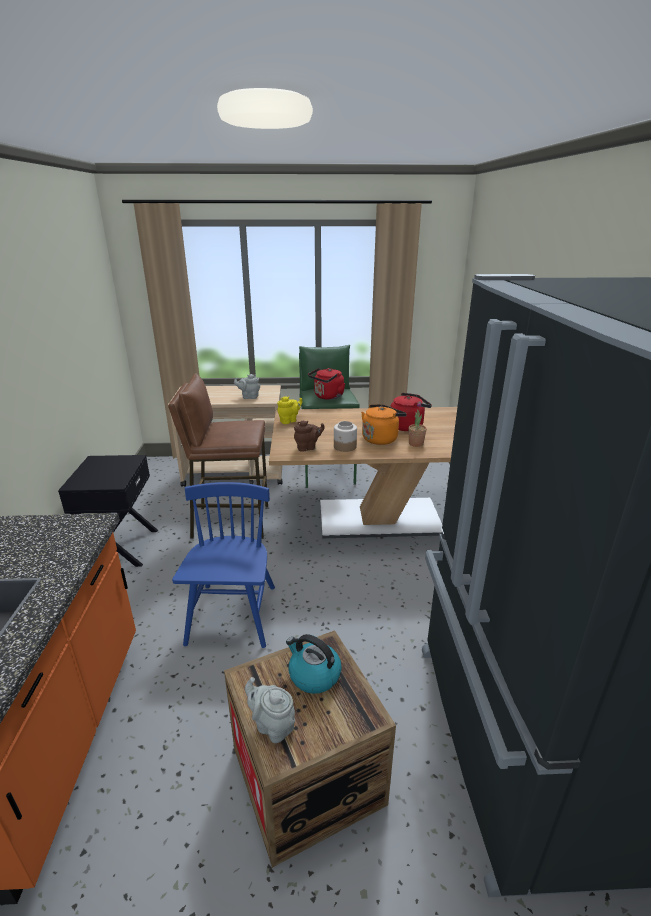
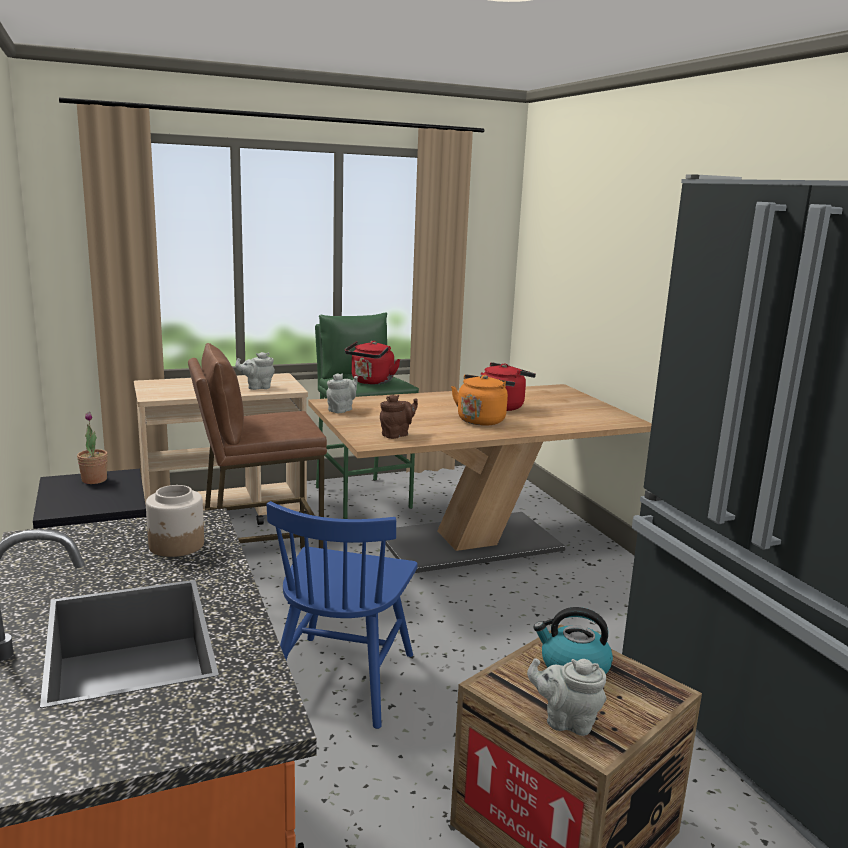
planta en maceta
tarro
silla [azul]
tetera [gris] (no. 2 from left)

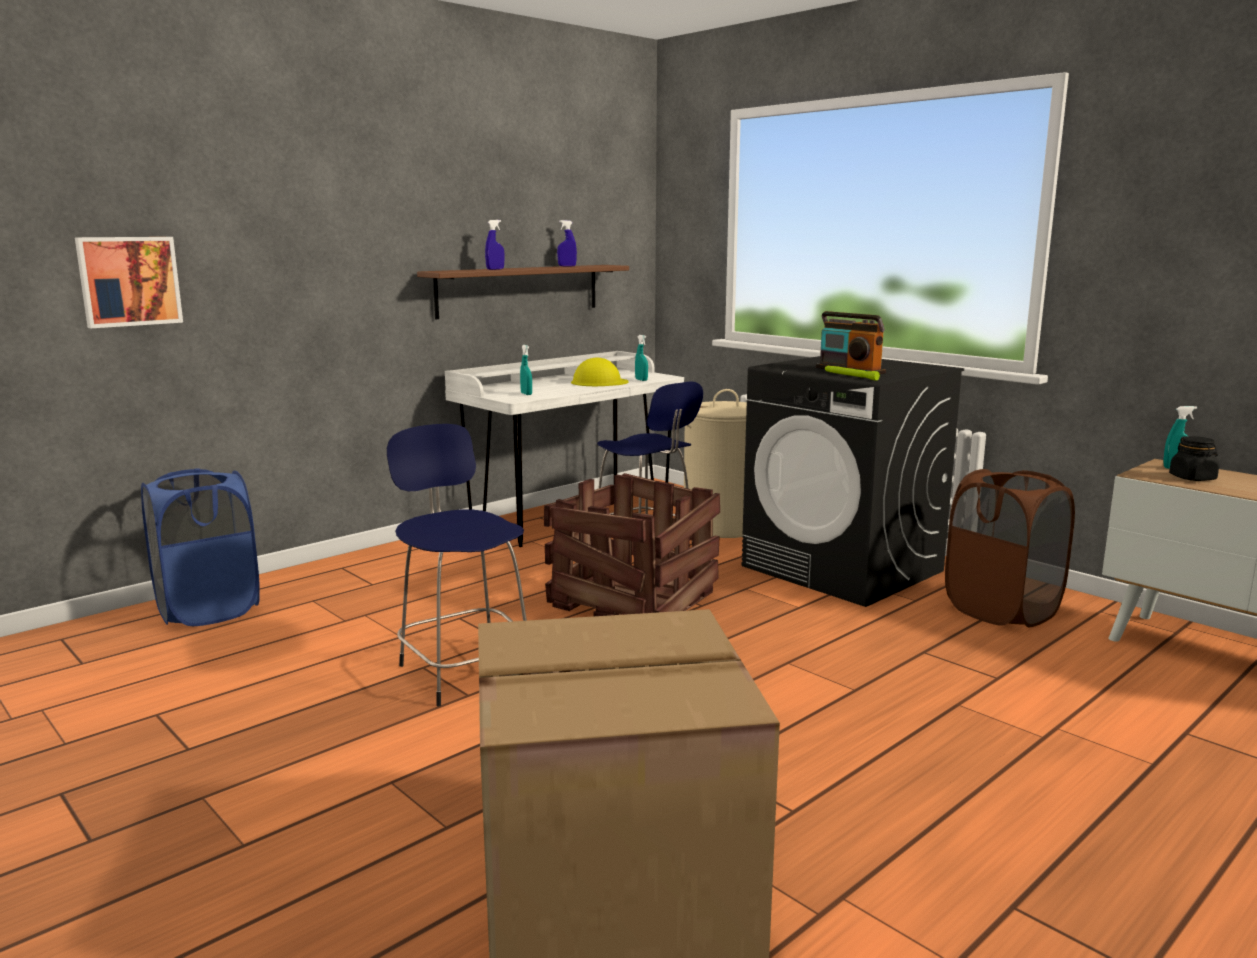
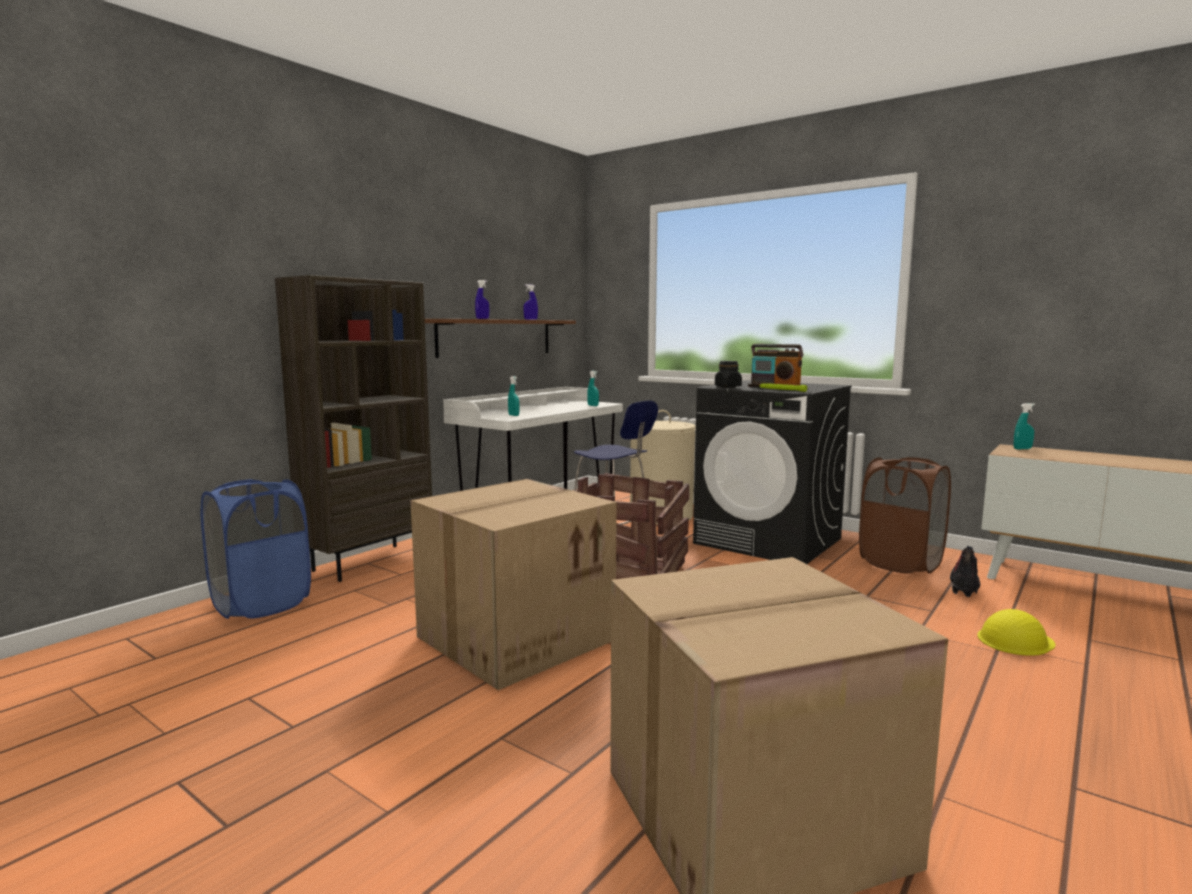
estantería [marrón]
caja de cartón (no. 1 from left)
tarro [negro]
bota
casco [amarillo]
cuadro

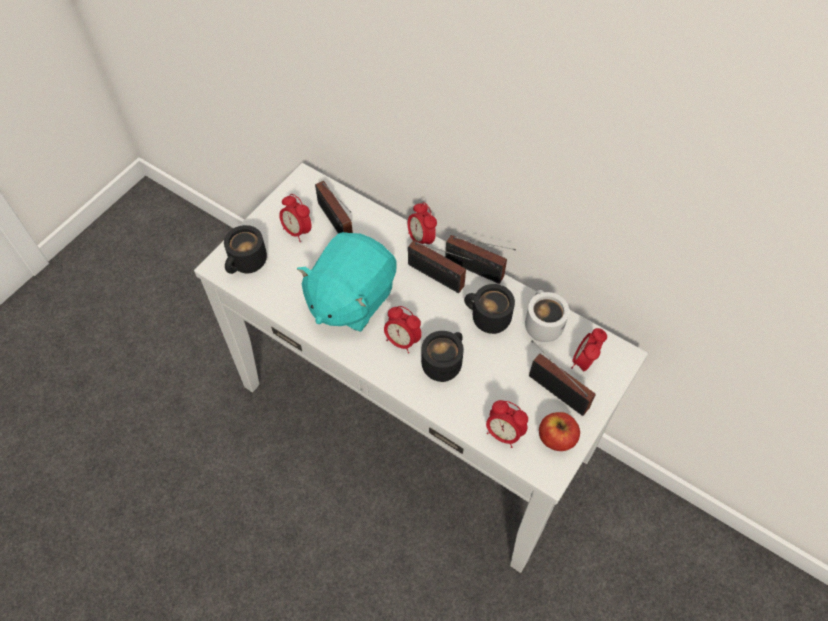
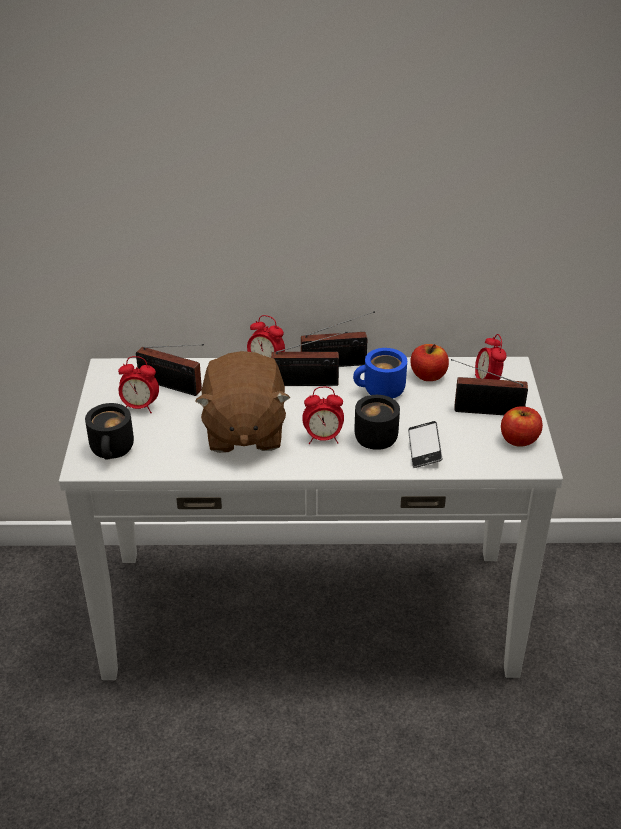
peluche [marrón]
taza grande [azul]
móvil
manzana (no. 1 from left)
despertador (no. 4 from left in the first image)

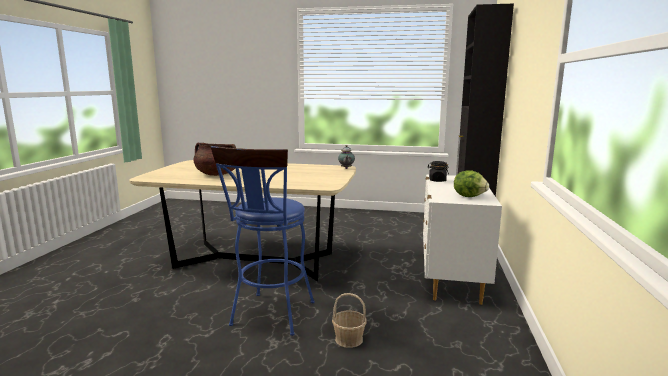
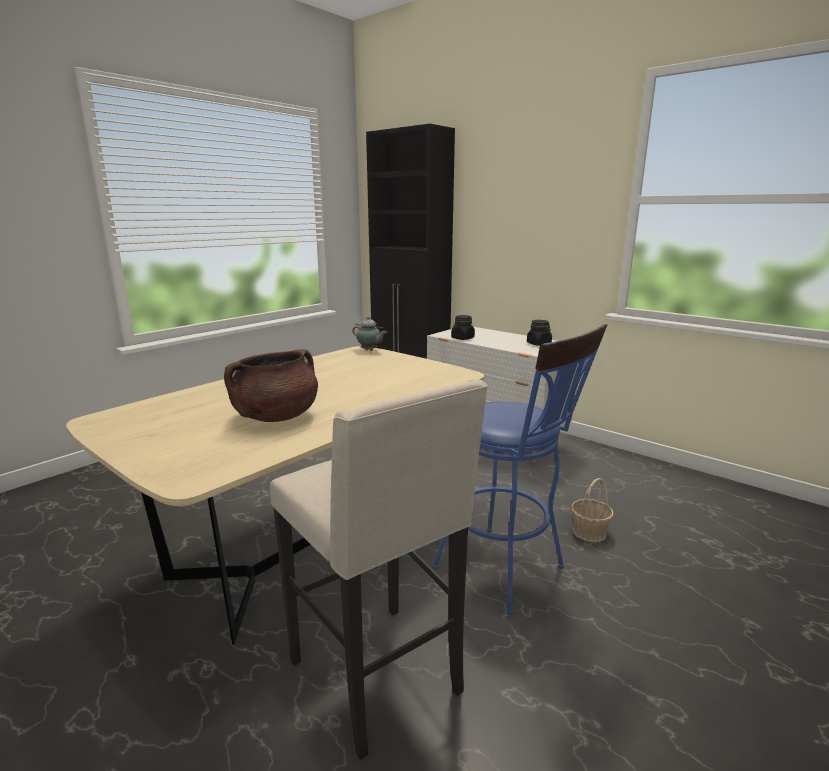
taburete [beis]
tarro [negro] (no. 2 from left)

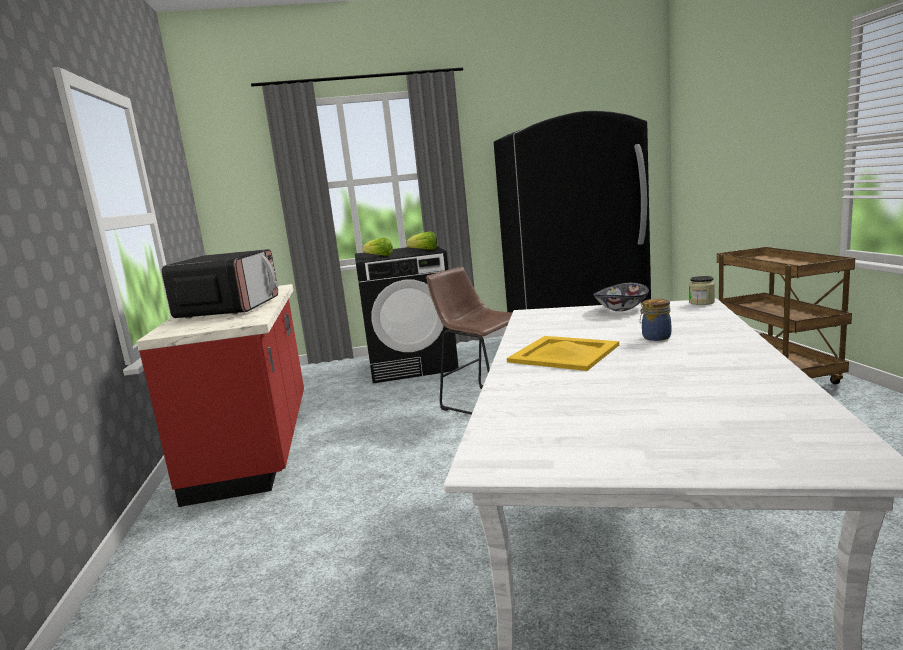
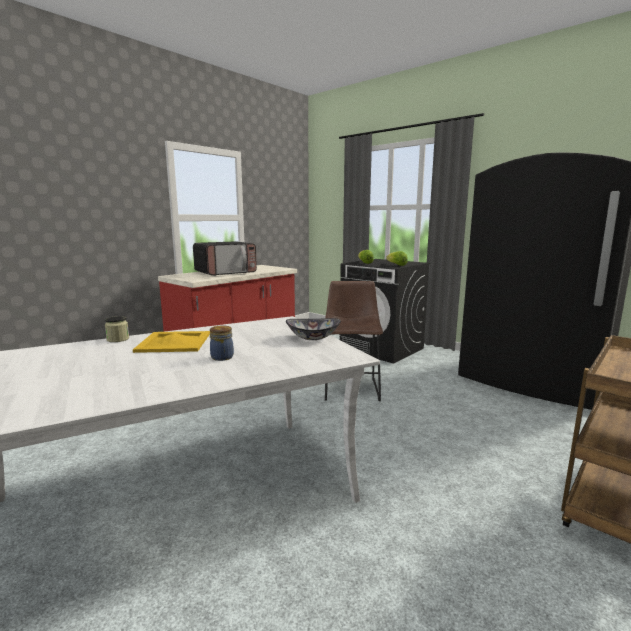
tarro (no. 1 from left)

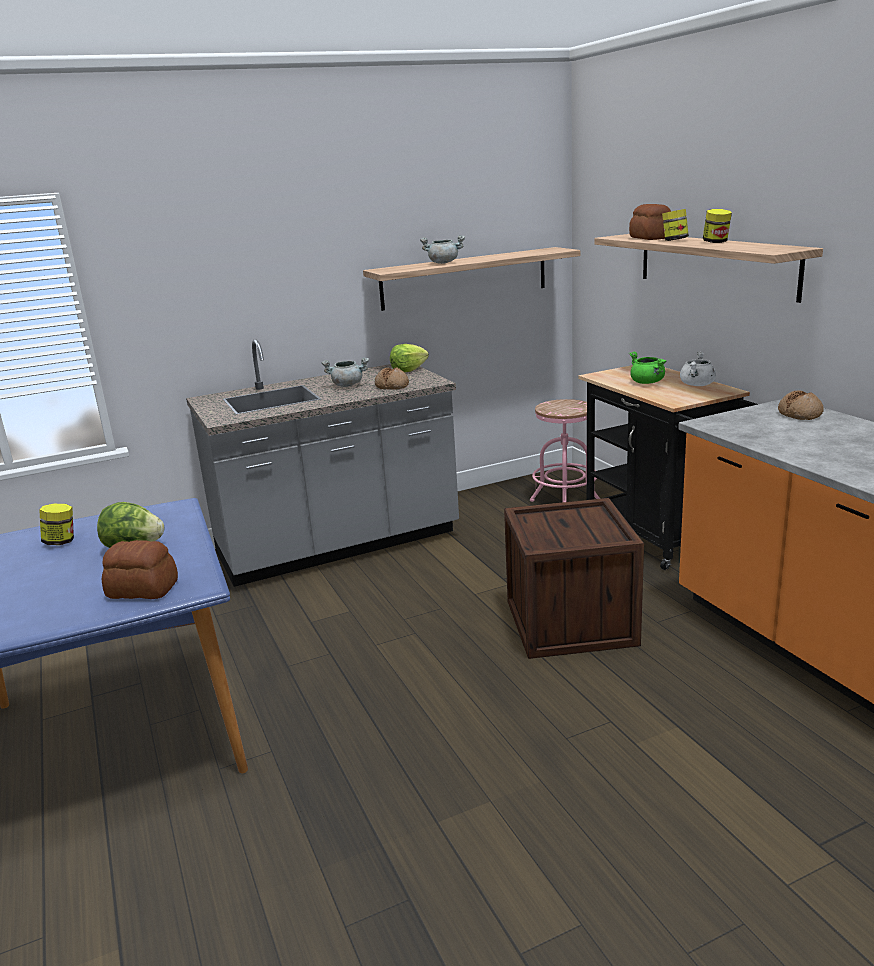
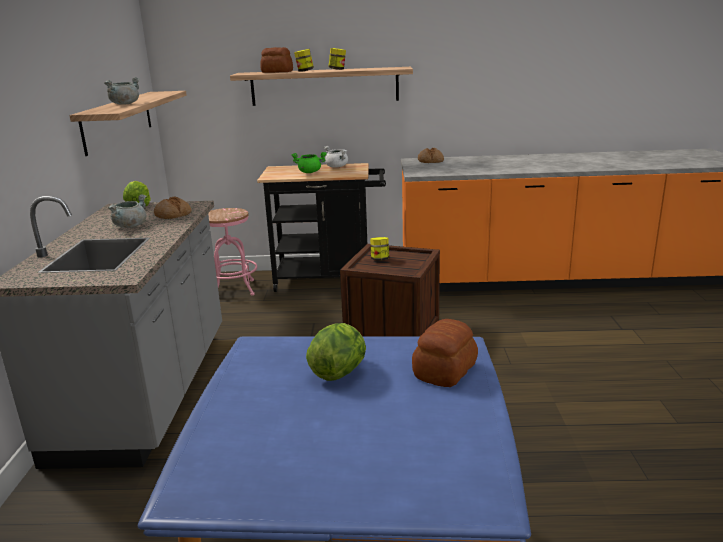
tarro (no. 3 from left)

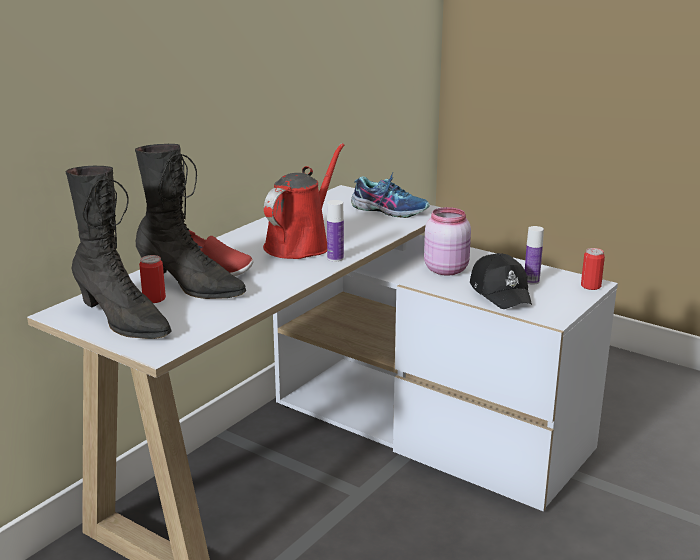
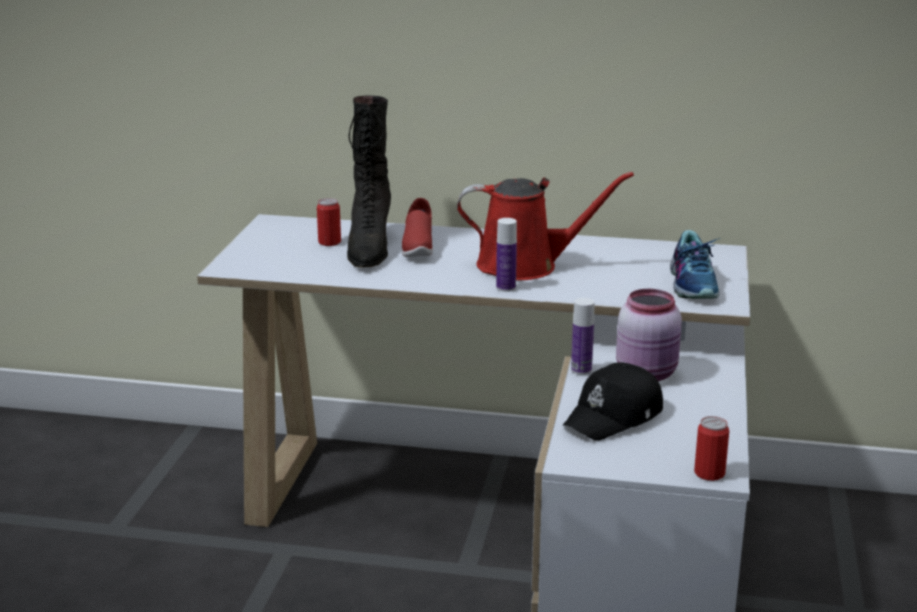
botella (no. 2 from left)
bota [negro] (no. 1 from left in the first image)

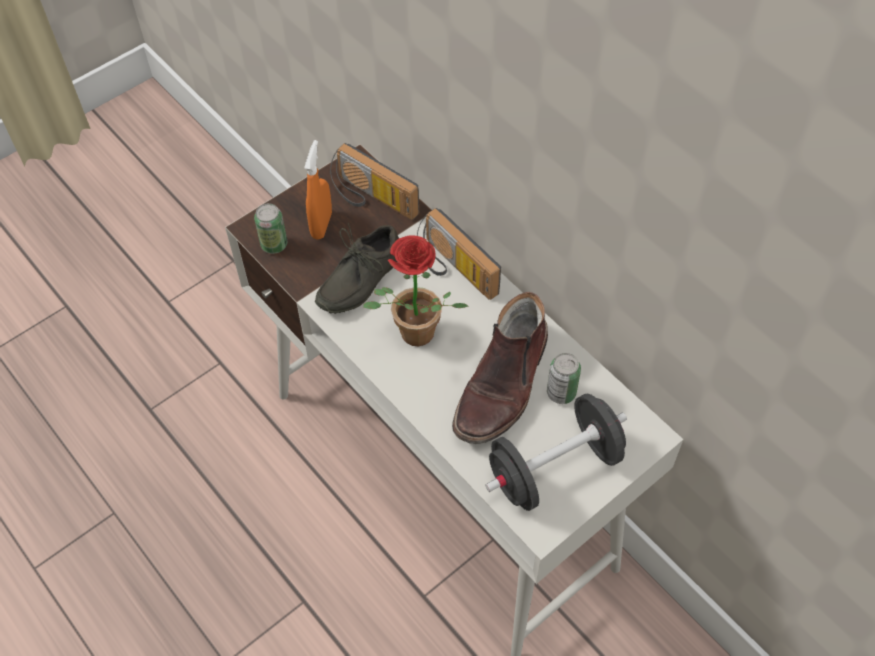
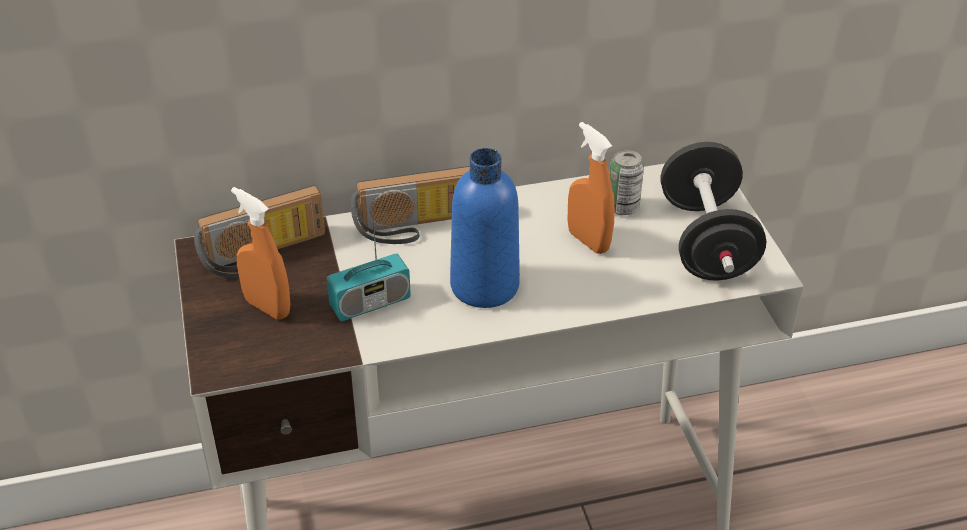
radio (no. 2 from left)
botella [azul]
pulverizador [naranja] (no. 2 from left)
lata (no. 1 from left in the first image)

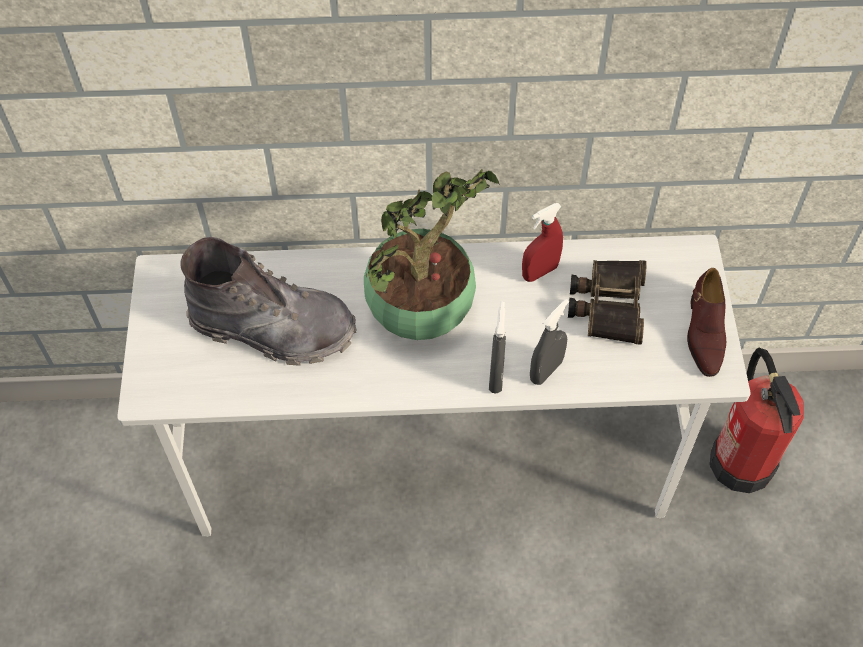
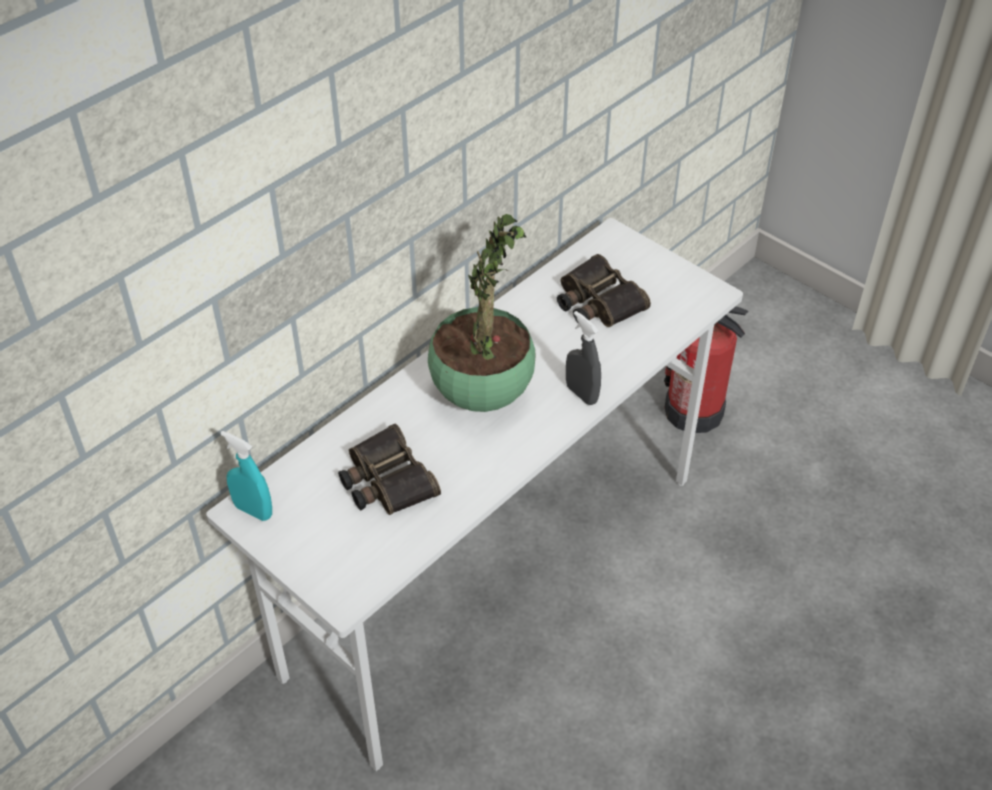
pulverizador [turquesa]
prismáticos (no. 1 from left)
pulverizador [rojo]
pulverizador [gris] (no. 2 from left in the first image)
zapato [marrón]

